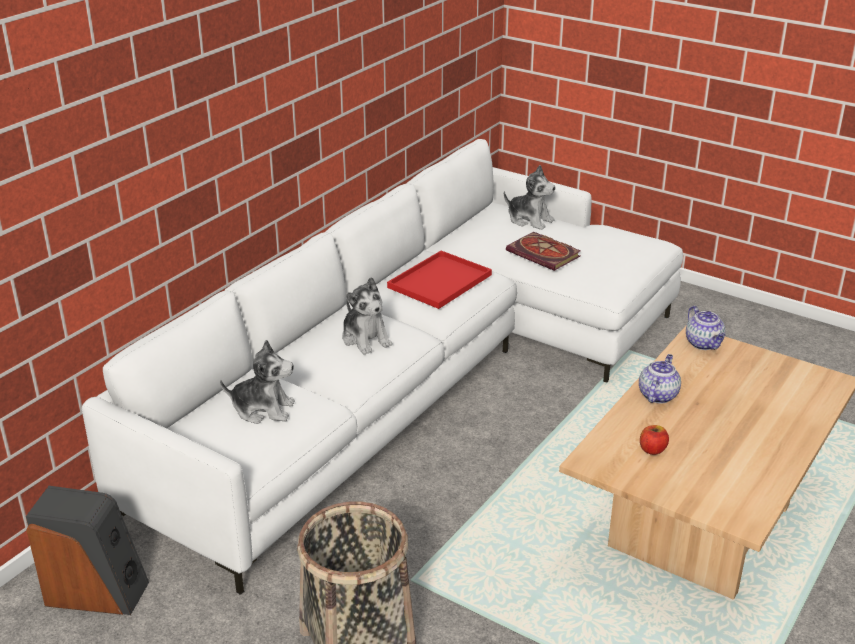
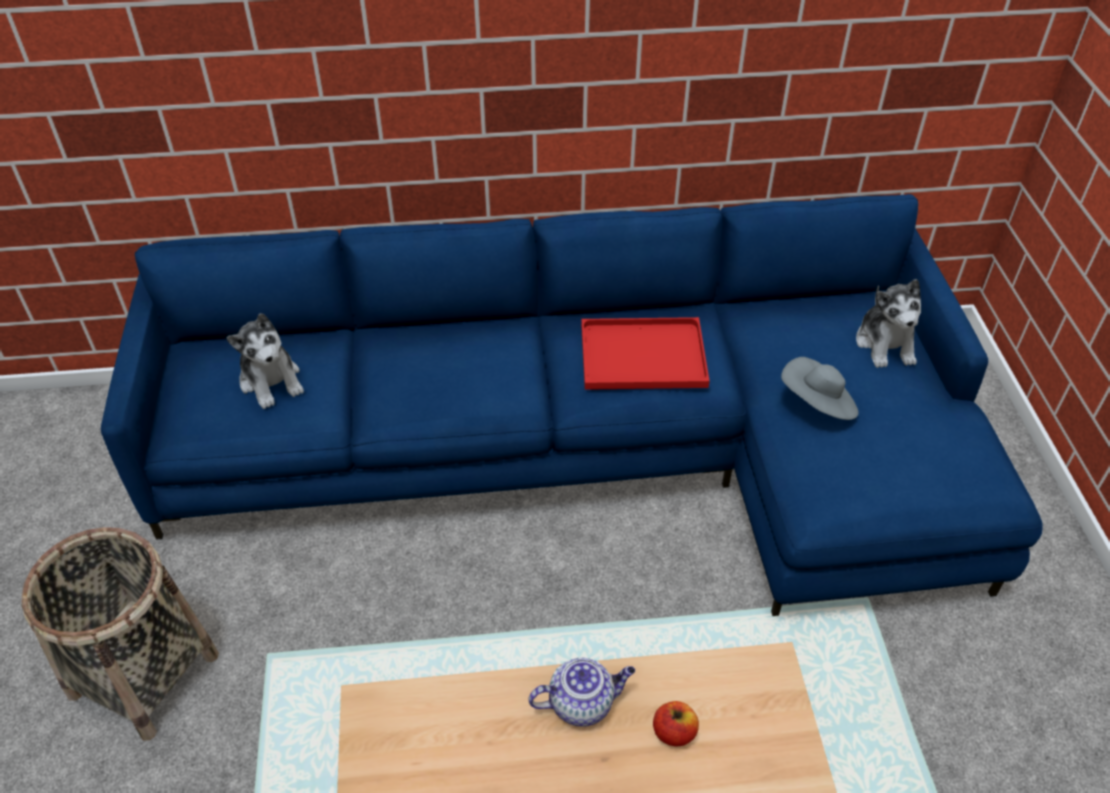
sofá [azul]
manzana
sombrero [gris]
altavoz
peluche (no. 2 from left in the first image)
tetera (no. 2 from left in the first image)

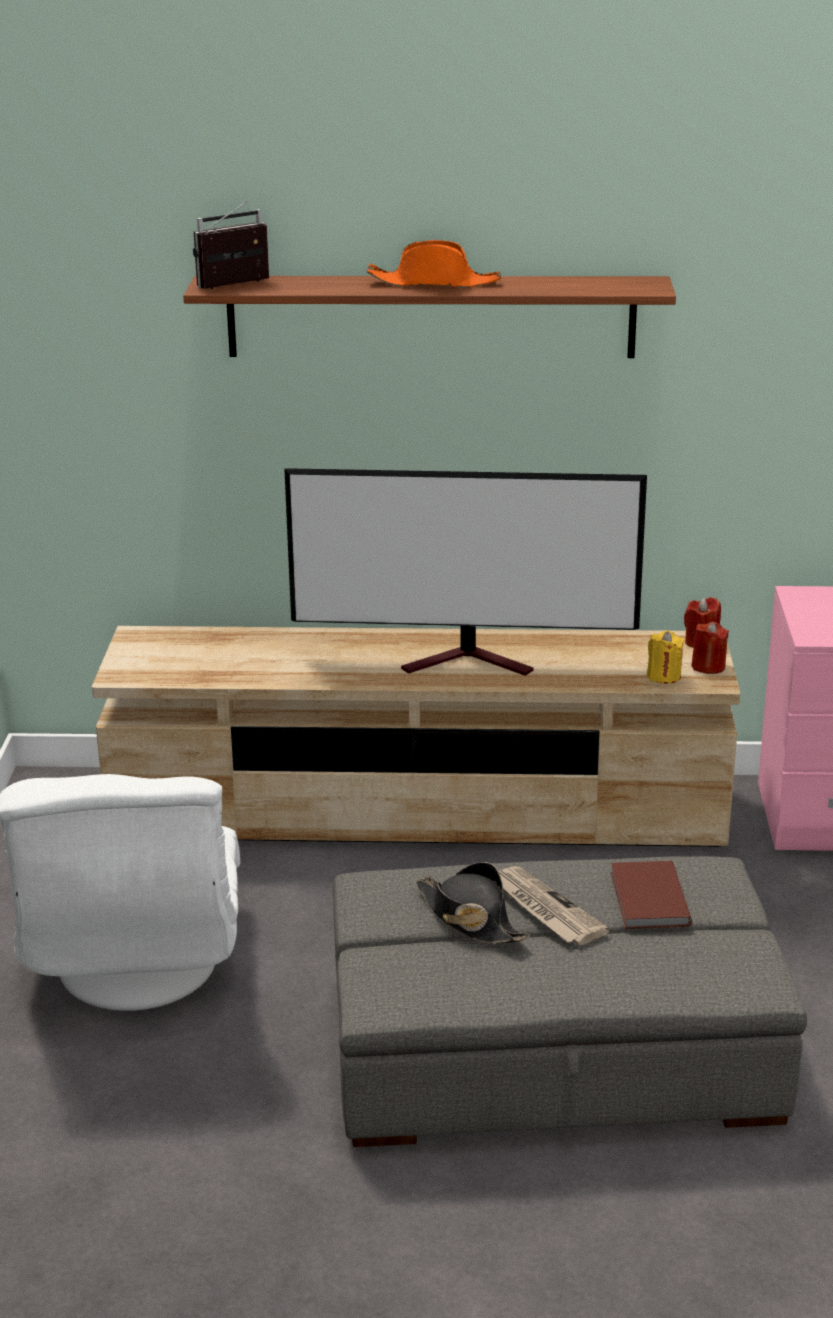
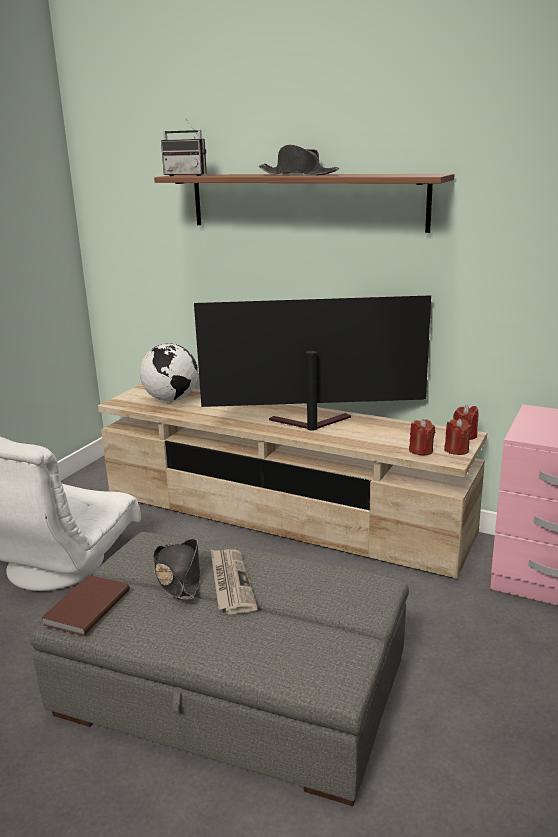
libro [marrón]
globo terráqueo
radio
televisor
sombrero [negro] (no. 2 from left)
vela [rojo] (no. 1 from left)

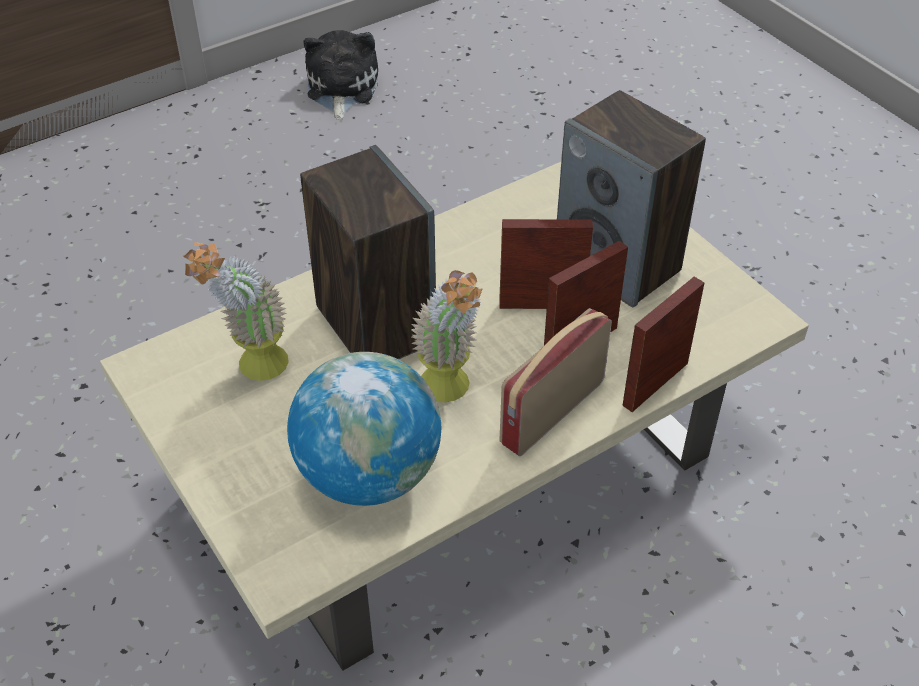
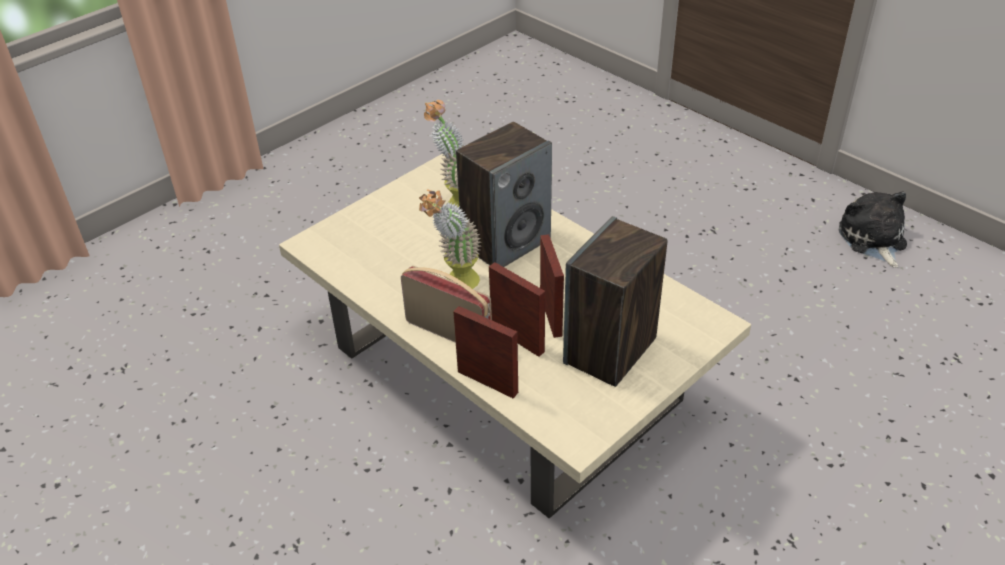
peluche
globo terráqueo

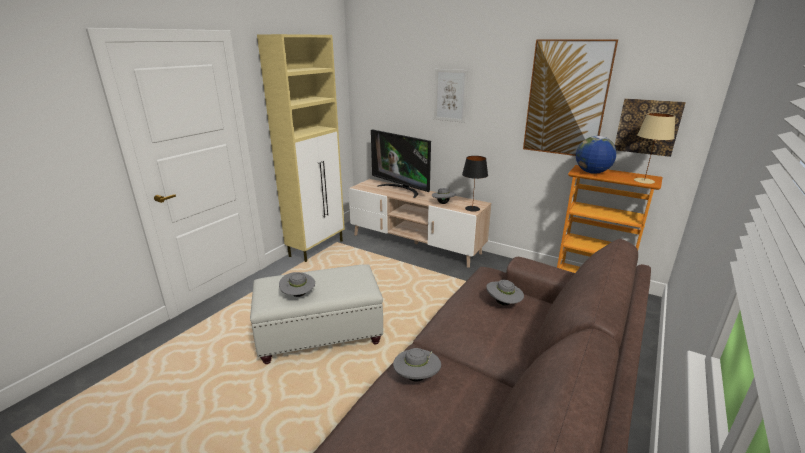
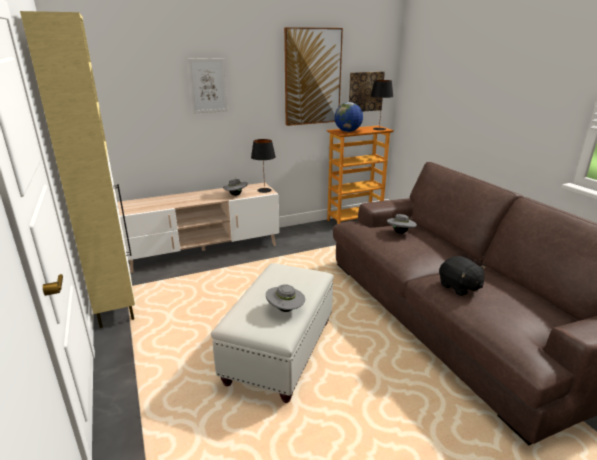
lámpara de mesa [negro] (no. 2 from left)
peluche [negro]
televisor

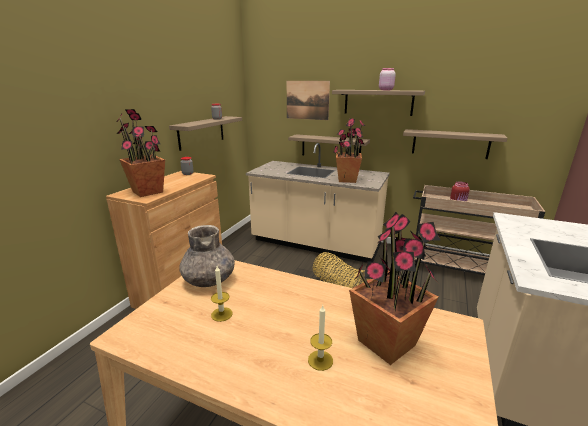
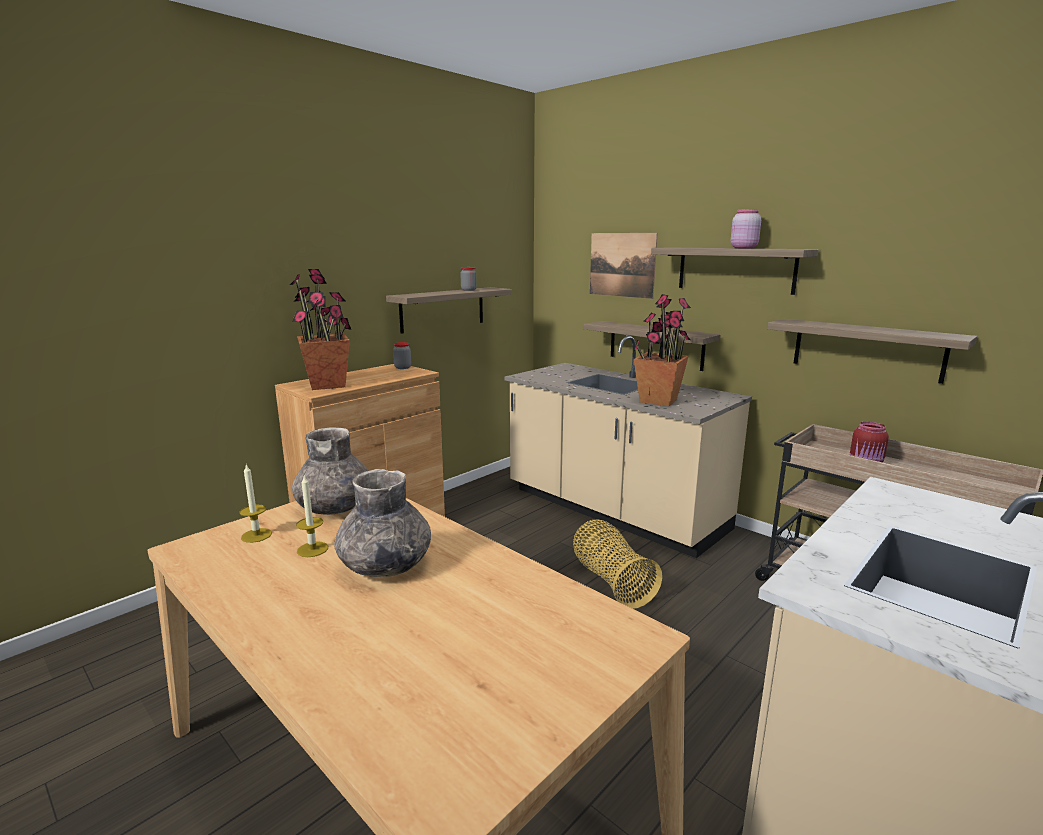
vela (no. 1 from left)
florero [gris] (no. 2 from left)
planta en maceta (no. 3 from left in the first image)

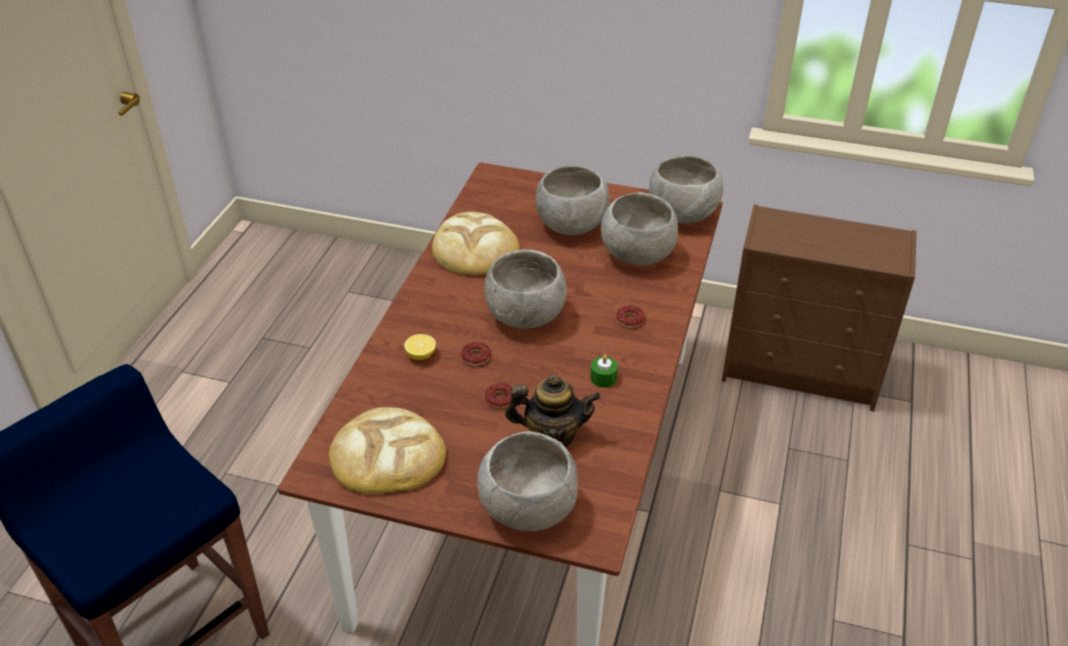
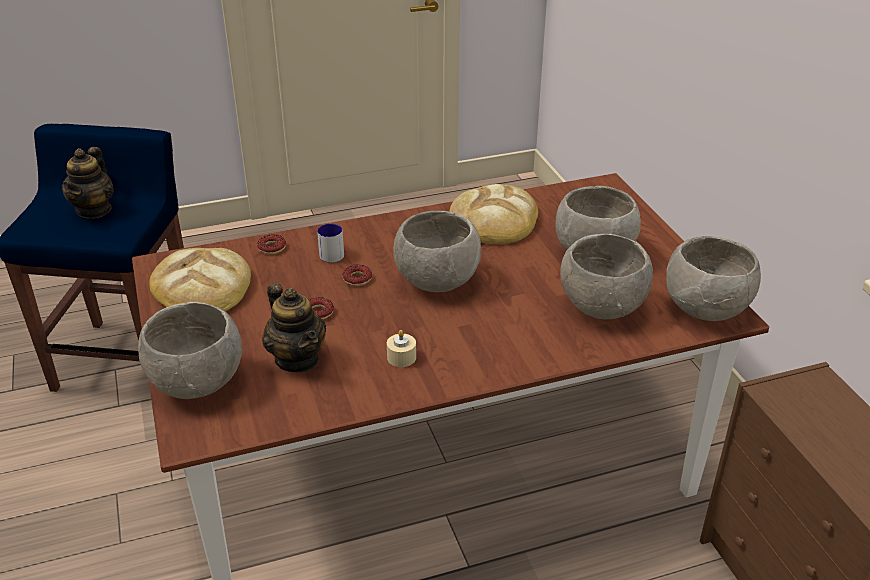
tetera (no. 1 from left)
rosquilla (no. 1 from left)
taza grande
vela [beis]

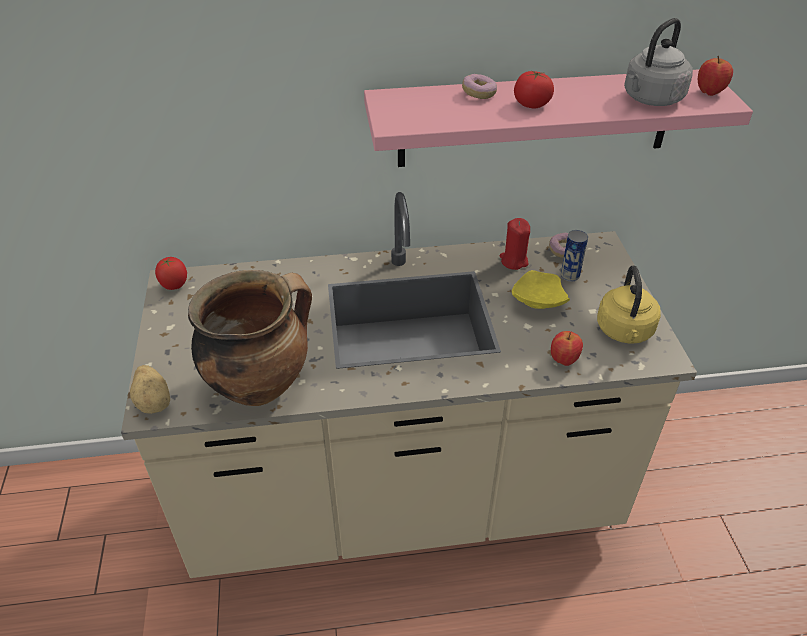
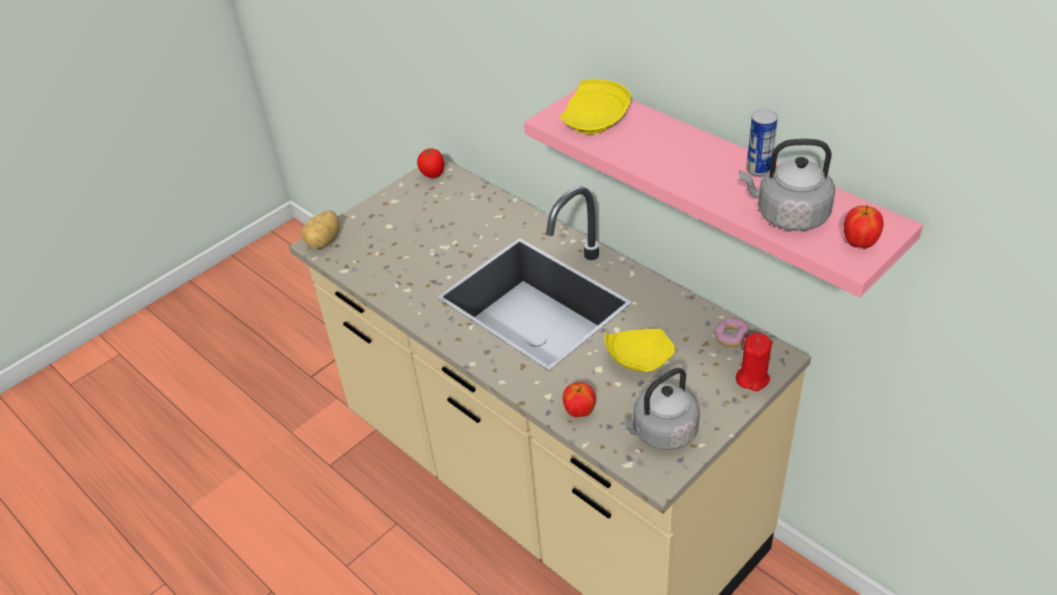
plato [amarillo] (no. 1 from left)
hervidor [gris] (no. 1 from left)
vela [rojo]
lata
olla
rosquilla (no. 1 from left in the first image)
tomate (no. 2 from left in the first image)

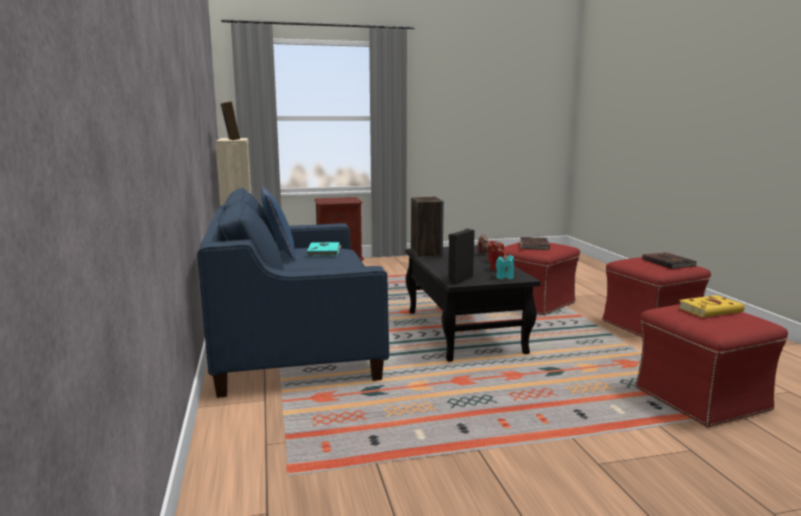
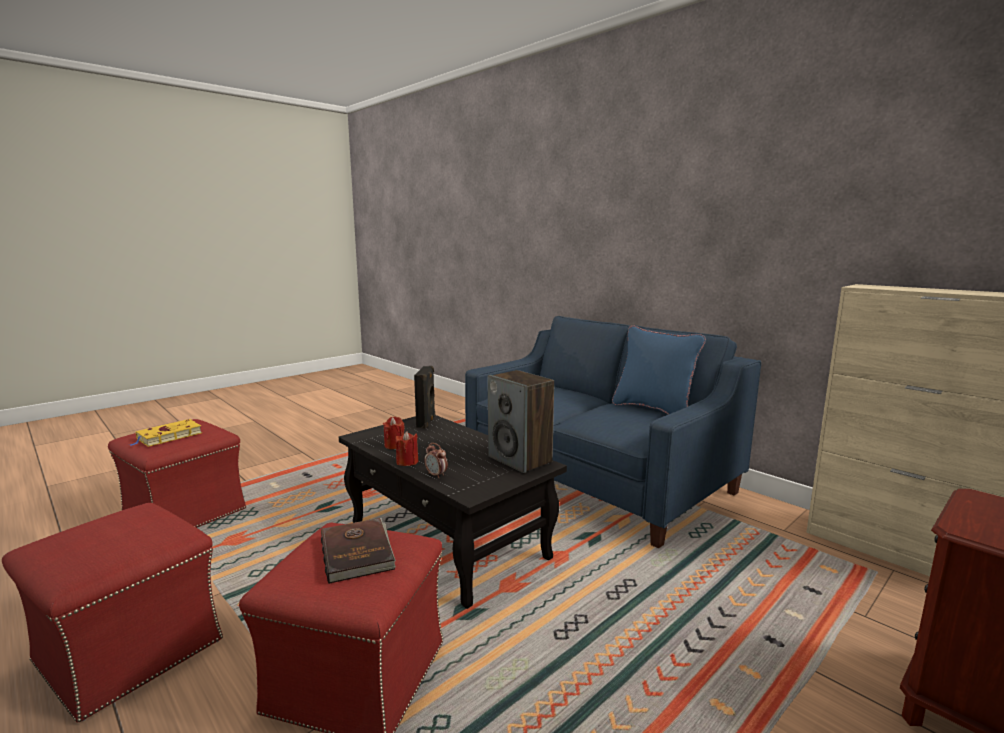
portarretratos
libro [turquesa]
vela [turquesa]
libro [marrón] (no. 2 from left in the first image)

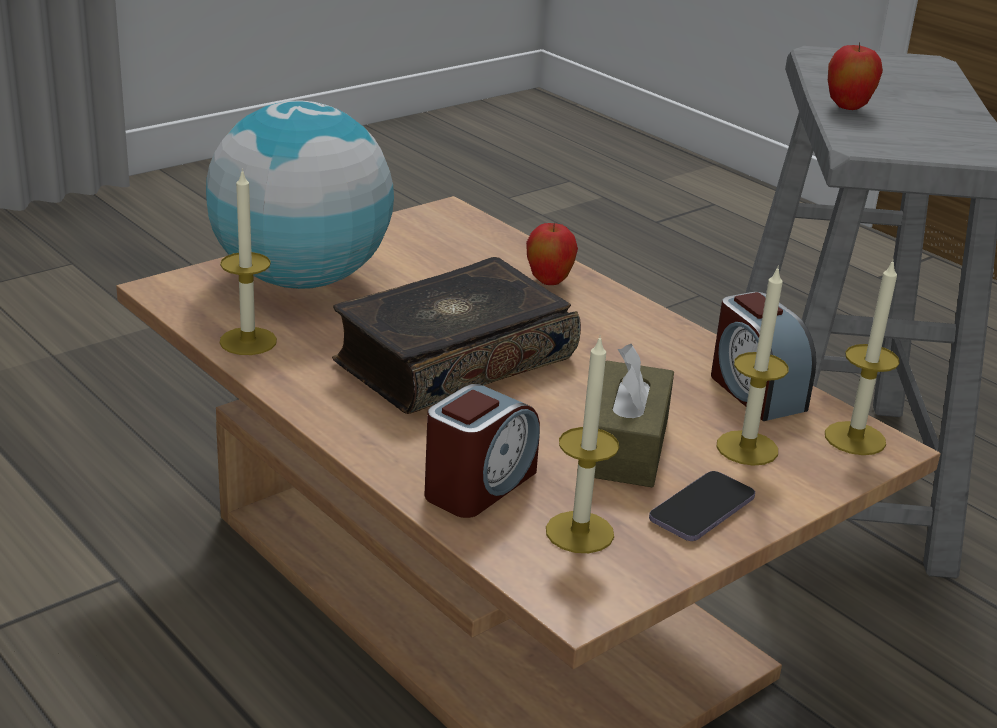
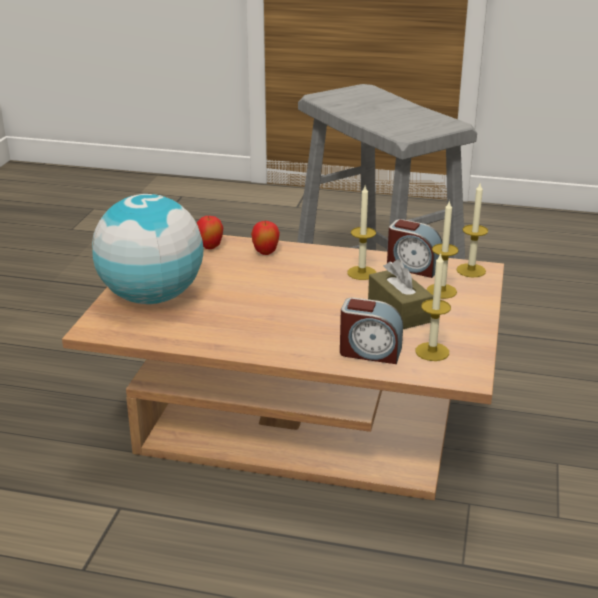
manzana (no. 1 from left)
despertador (no. 1 from left)
vela (no. 1 from left)
libro
móvil

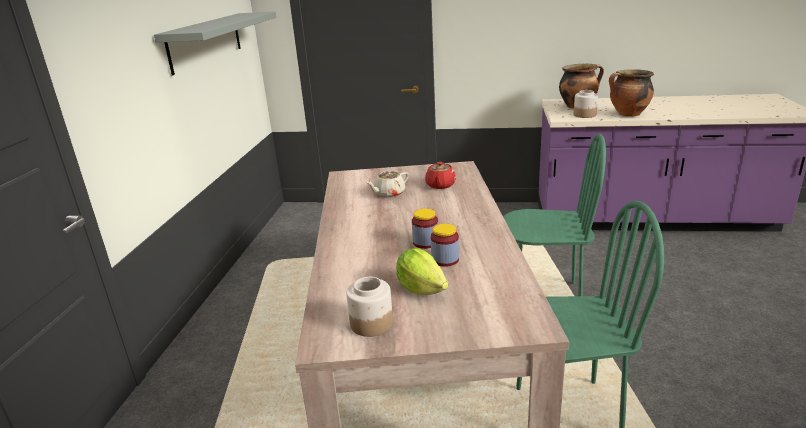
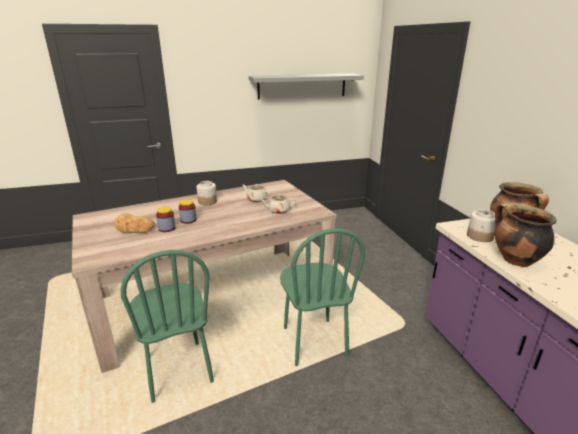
pan
tarro (no. 3 from left)
tetera [beis] (no. 2 from left)

